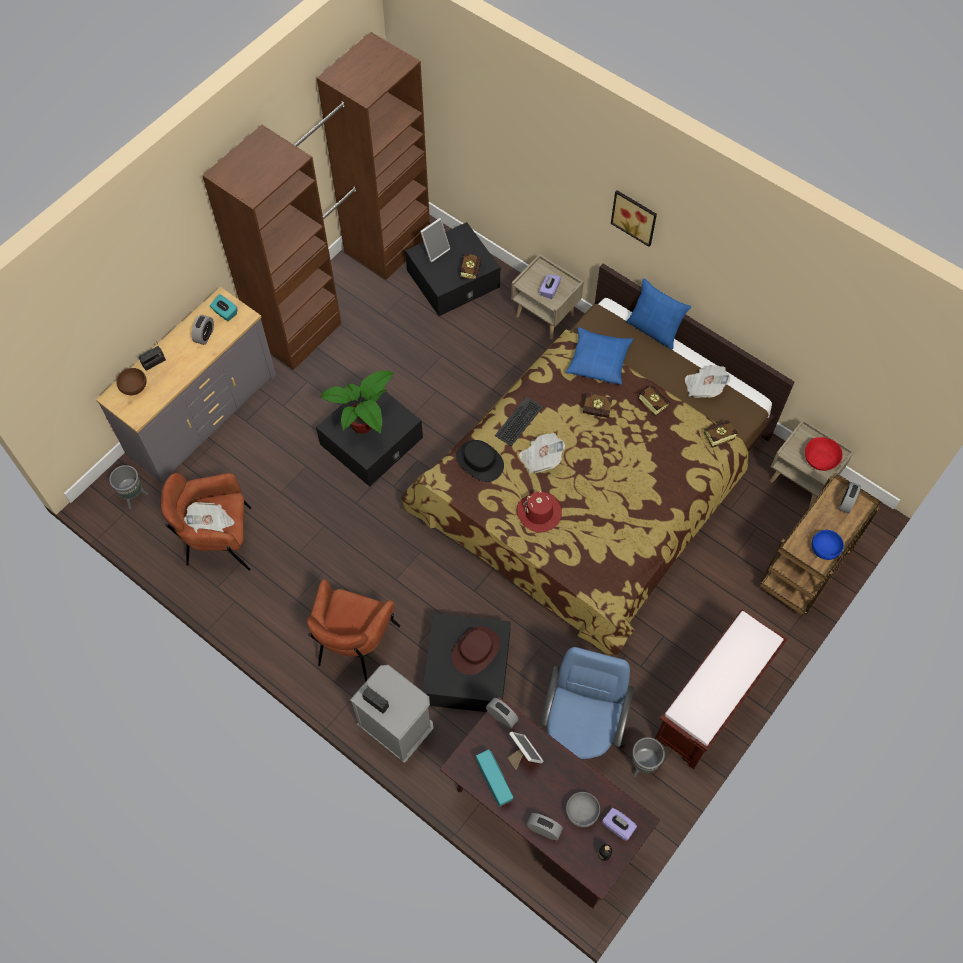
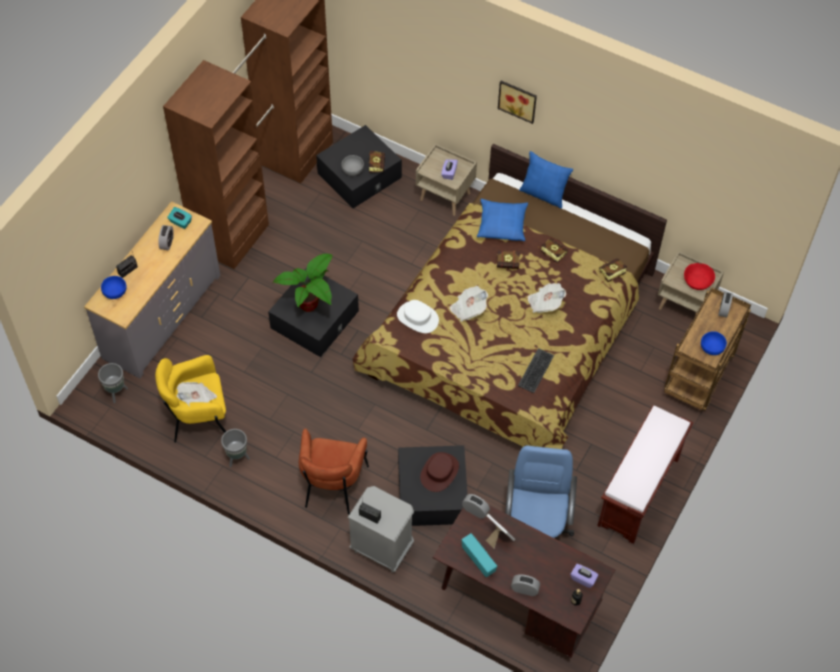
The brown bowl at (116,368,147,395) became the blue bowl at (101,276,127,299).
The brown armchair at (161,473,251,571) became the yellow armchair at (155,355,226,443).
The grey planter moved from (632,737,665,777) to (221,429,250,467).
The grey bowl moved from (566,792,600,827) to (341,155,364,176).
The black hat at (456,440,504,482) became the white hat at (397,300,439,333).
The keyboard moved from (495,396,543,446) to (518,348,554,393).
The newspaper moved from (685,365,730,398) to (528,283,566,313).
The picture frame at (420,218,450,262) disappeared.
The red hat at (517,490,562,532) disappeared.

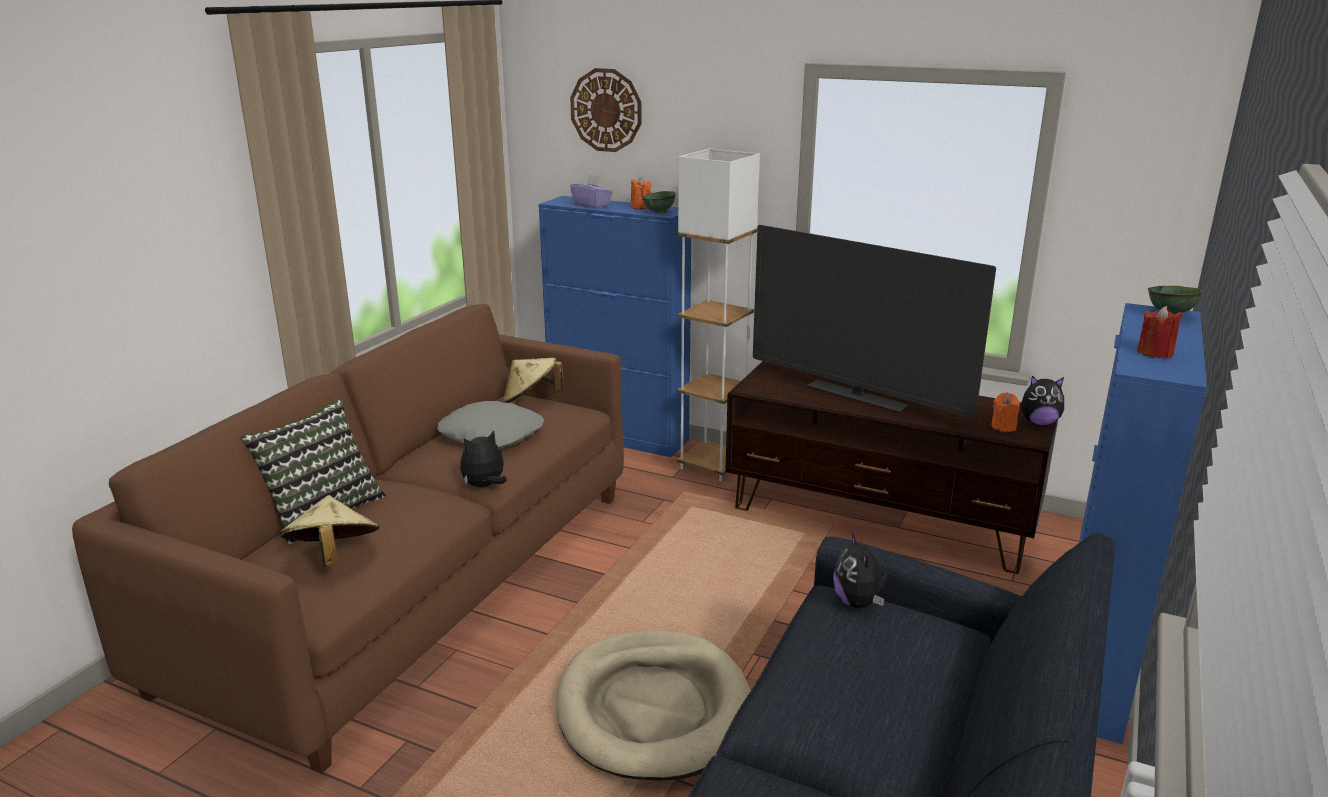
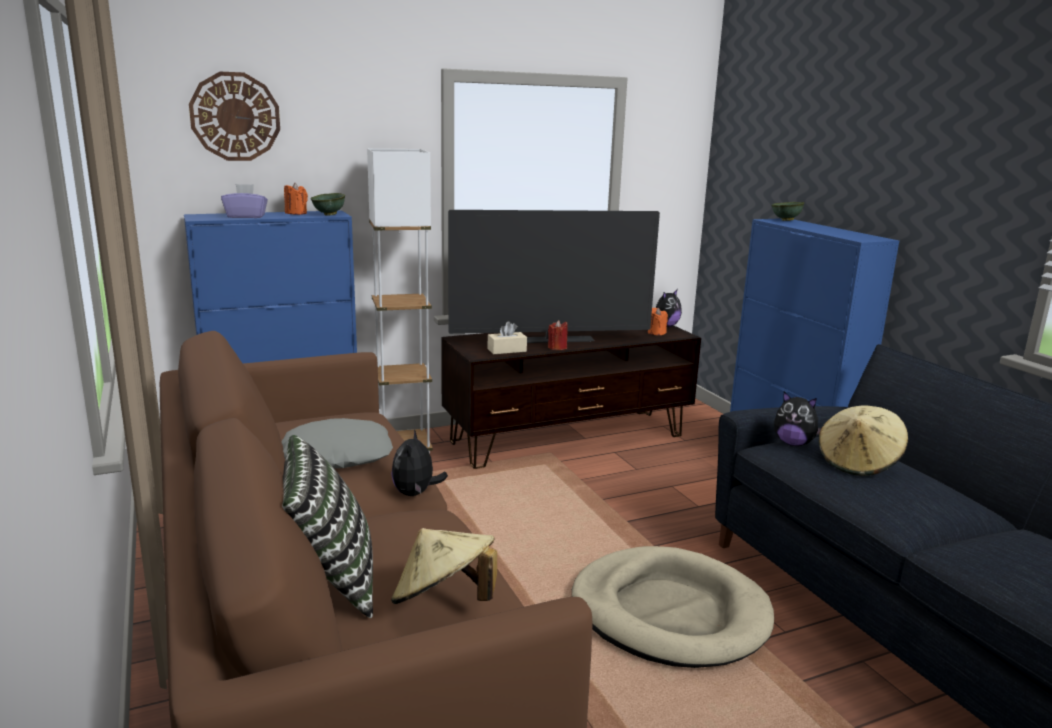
The beige tissue box at (488,321,527,354) appeared.
The red candle moved from (1137,306,1182,359) to (548,320,568,350).
The beige hat moved from (503,358,563,403) to (819,405,908,476).

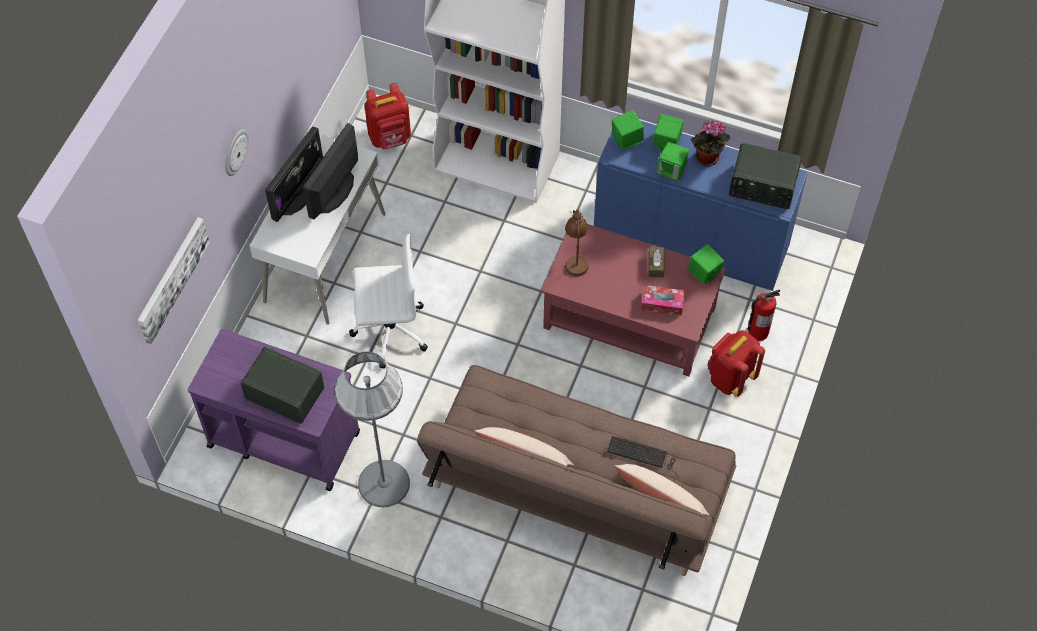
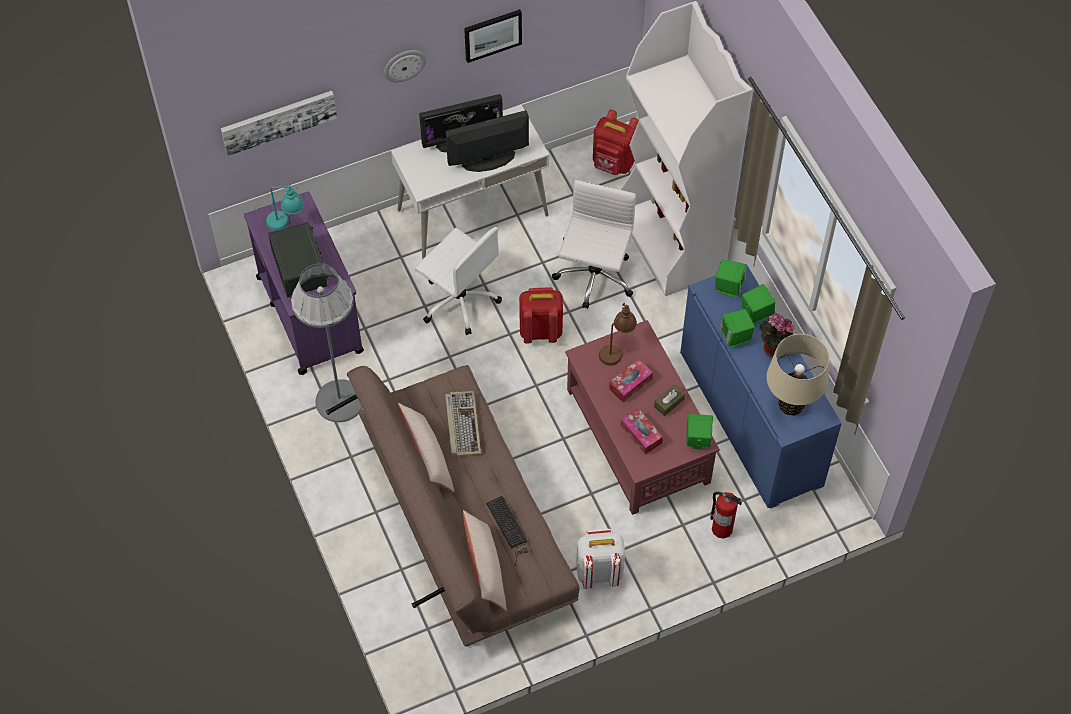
The turquoise table lamp at (266,183,304,231) appeared.
The keyboard at (445,391,481,456) appeared.
The picture at (464,9,522,63) appeared.
The red backpack moved from (707,330,765,397) to (519,287,563,344).
The white office chair at (552,180,636,309) appeared.
The white backpack at (576,529,625,589) appeared.
The tissue box at (609,359,653,402) appeared.
The radio at (729,143,802,209) was replaced by the beige table lamp at (766,334,829,416).

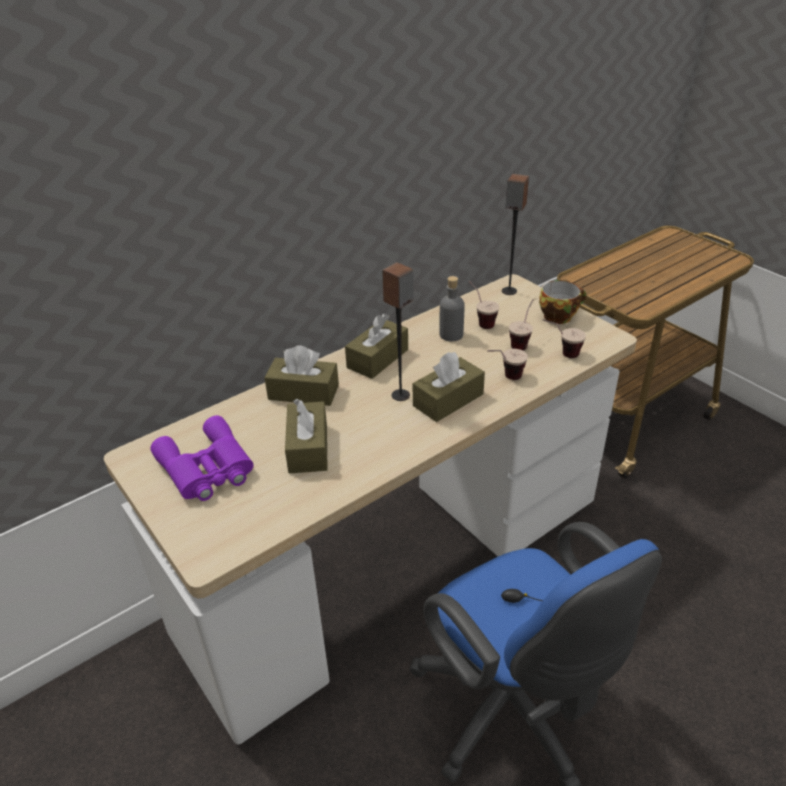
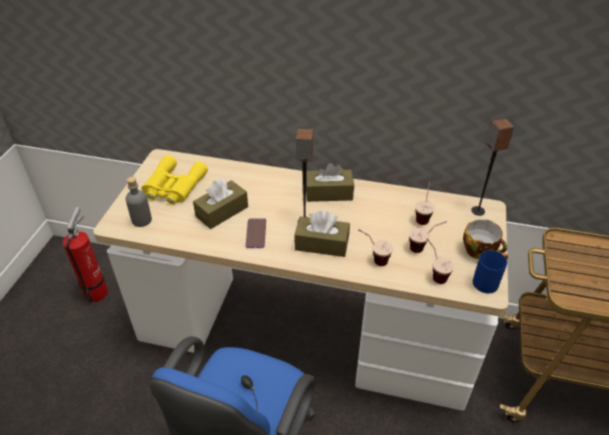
The fire extinguisher at (63,207,108,302) appeared.
The grey bottle moved from (439,276,465,341) to (126,177,152,227).
The purple binoculars at (150,415,254,501) became the yellow binoculars at (142,155,208,205).
The phone at (245,218,266,248) appeared.
The blue mug at (473,250,508,293) appeared.
The brown tissue box at (264,345,339,406) disappeared.

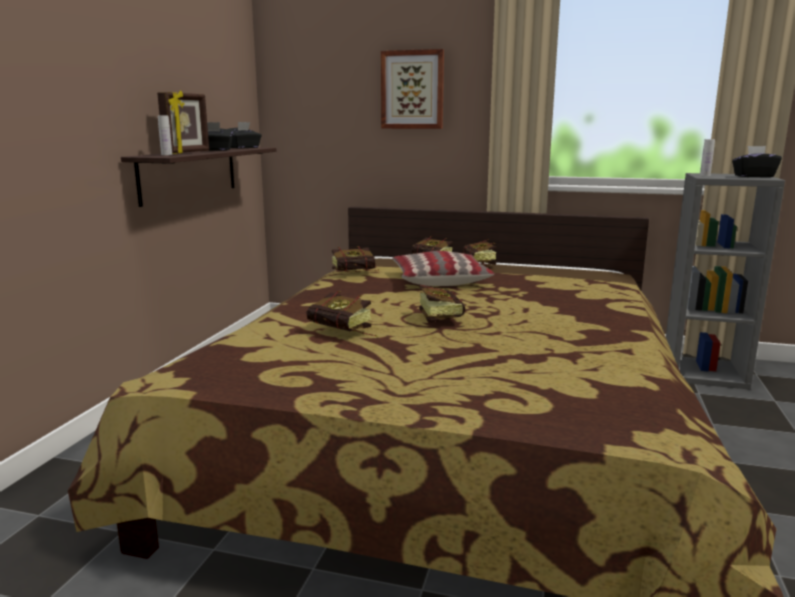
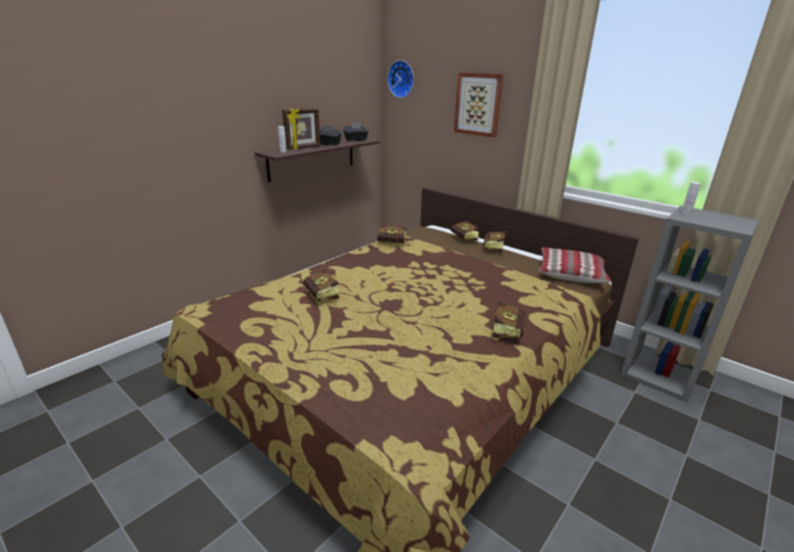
The wall clock at (387,60,414,98) appeared.
The book moved from (419,285,465,323) to (492,302,525,339).
The pillow moved from (392,251,494,286) to (538,247,611,283).
The black tissue box at (732,146,782,177) disappeared.

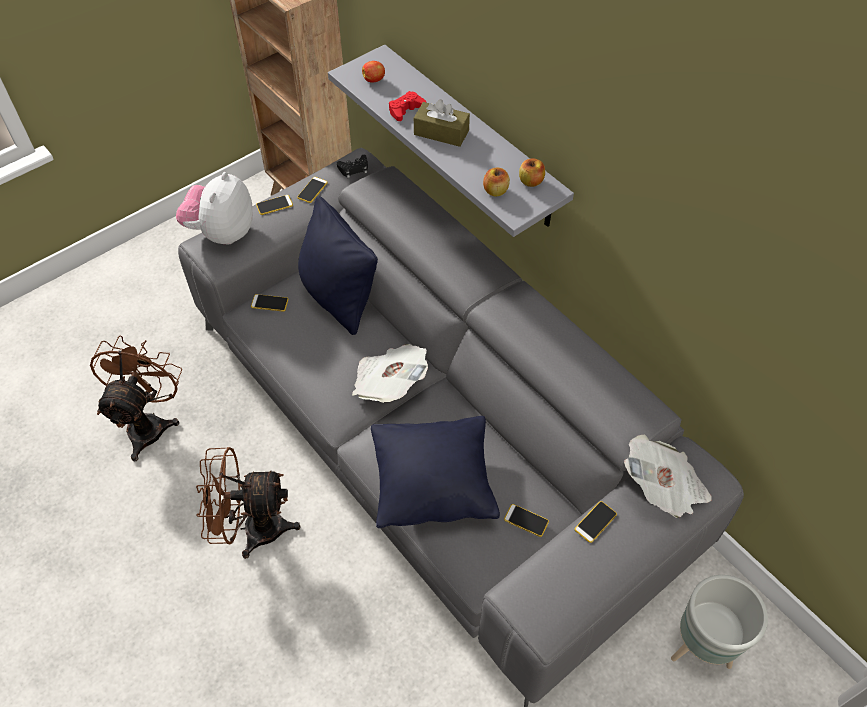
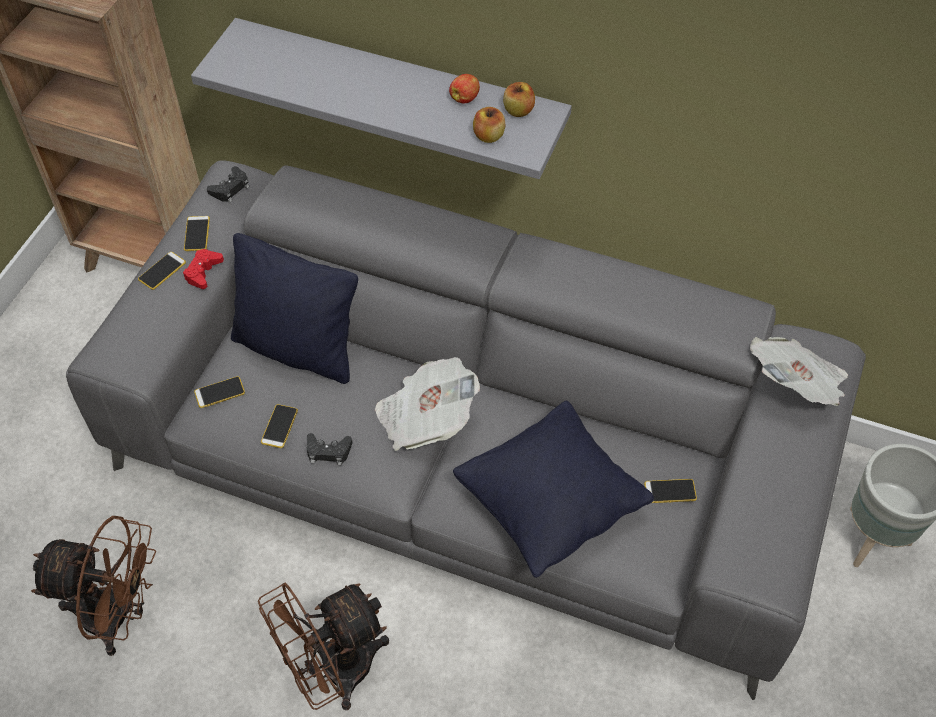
The brown fan at (90,335,182,461) turned 120 degrees clockwise.
The red game controller moved from (389,91,426,121) to (183,249,224,289).
The phone moved from (575,501,617,543) to (261,404,298,448).
The black game controller at (307,433,352,465) appeared.
The apple moved from (362,61,385,83) to (449,74,480,104).
The plush toy at (176,172,253,245) disappeared.
The brown tissue box at (414,99,470,147) disappeared.

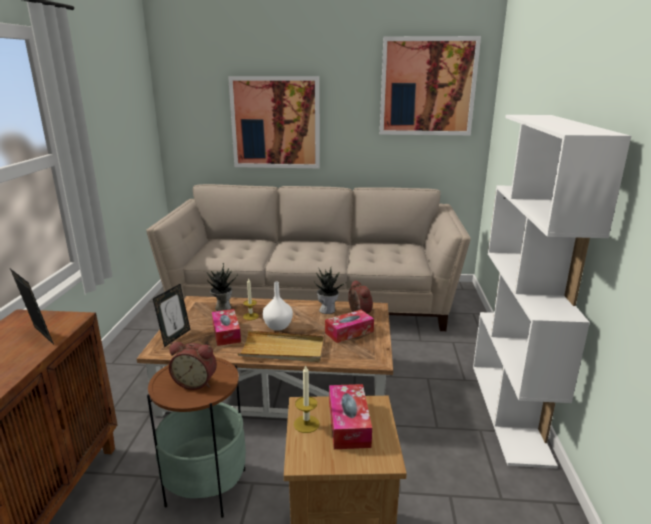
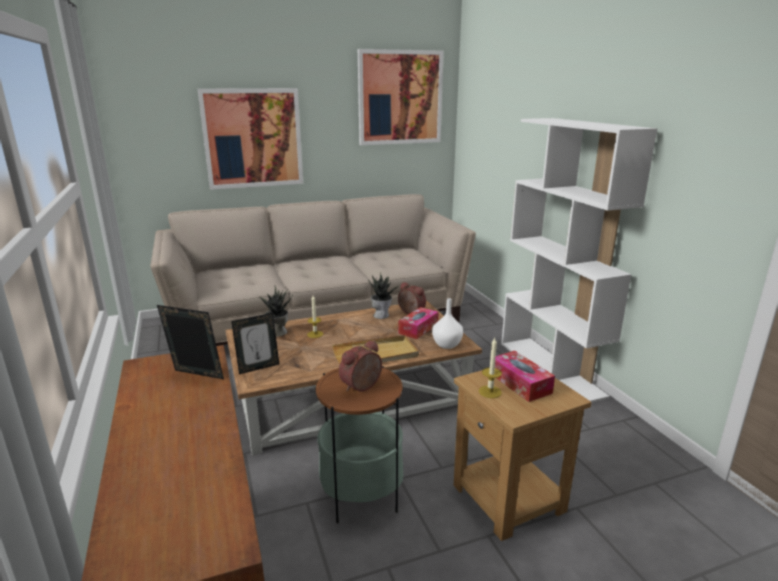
The picture frame at (153,284,190,347) turned 60 degrees clockwise.
The alarm clock at (169,342,217,390) turned 150 degrees clockwise.
The white vase moved from (263,282,293,331) to (432,298,463,349).
The tissue box at (212,309,241,346) disappeared.

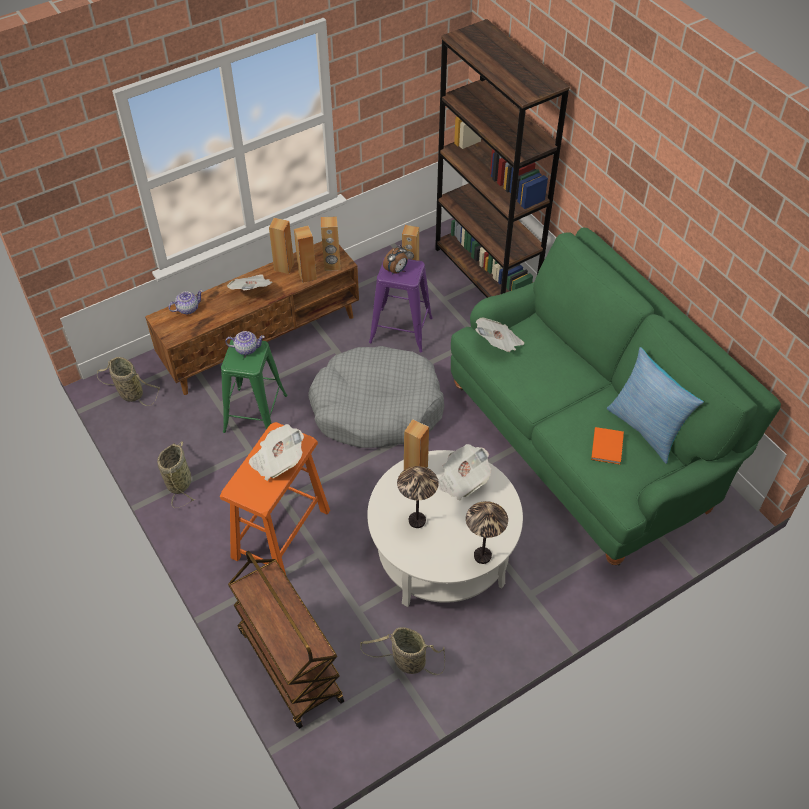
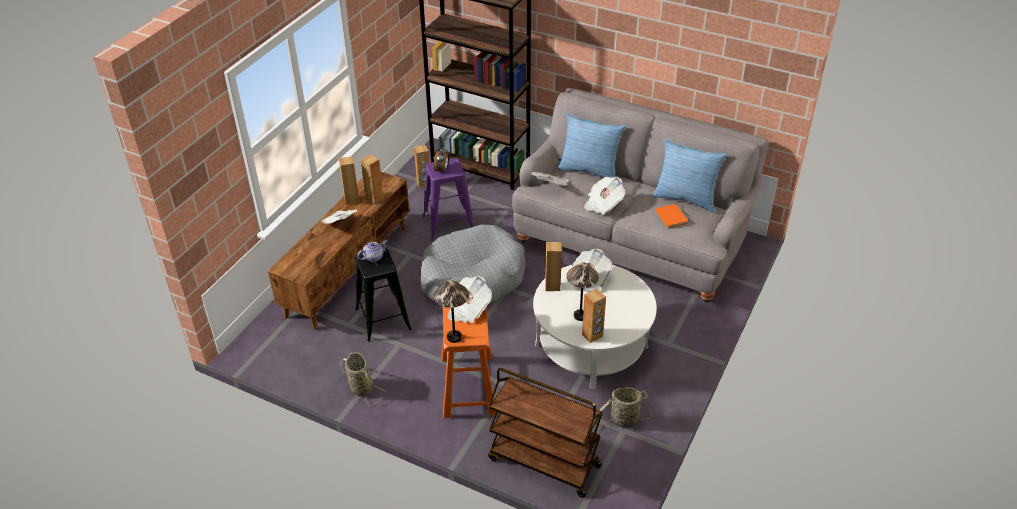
The green stool at (221,339,287,433) became the black stool at (356,248,412,342).
The table lamp moved from (466,501,508,564) to (434,280,469,343).
The green sofa at (451,228,781,566) became the grey sofa at (512,88,769,303).
The pillow at (558,113,626,178) appeared.
The brown speaker moved from (321,216,340,271) to (582,289,606,343).
The newspaper at (584,177,625,215) appeared.
The basket at (97,357,160,406) disappeared.
The teapot at (168,290,203,314) disappeared.

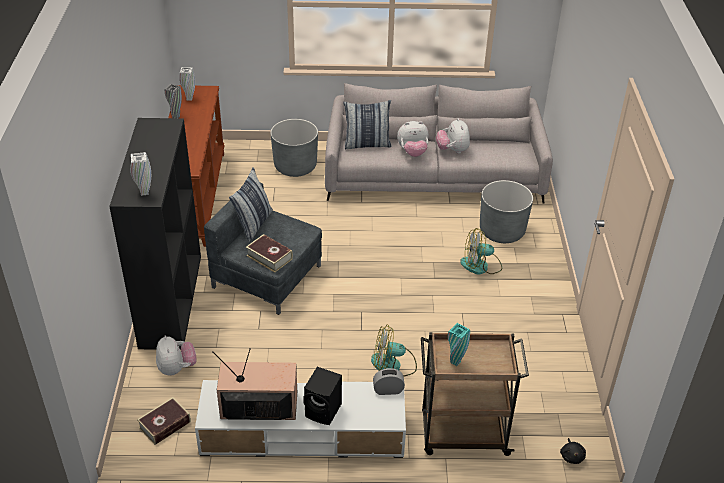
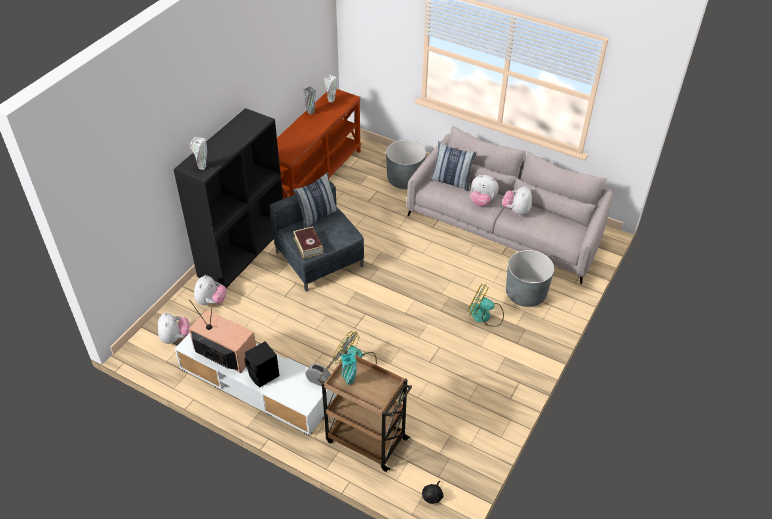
The book at (137,397,191,445) was replaced by the plush toy at (158,312,190,344).

